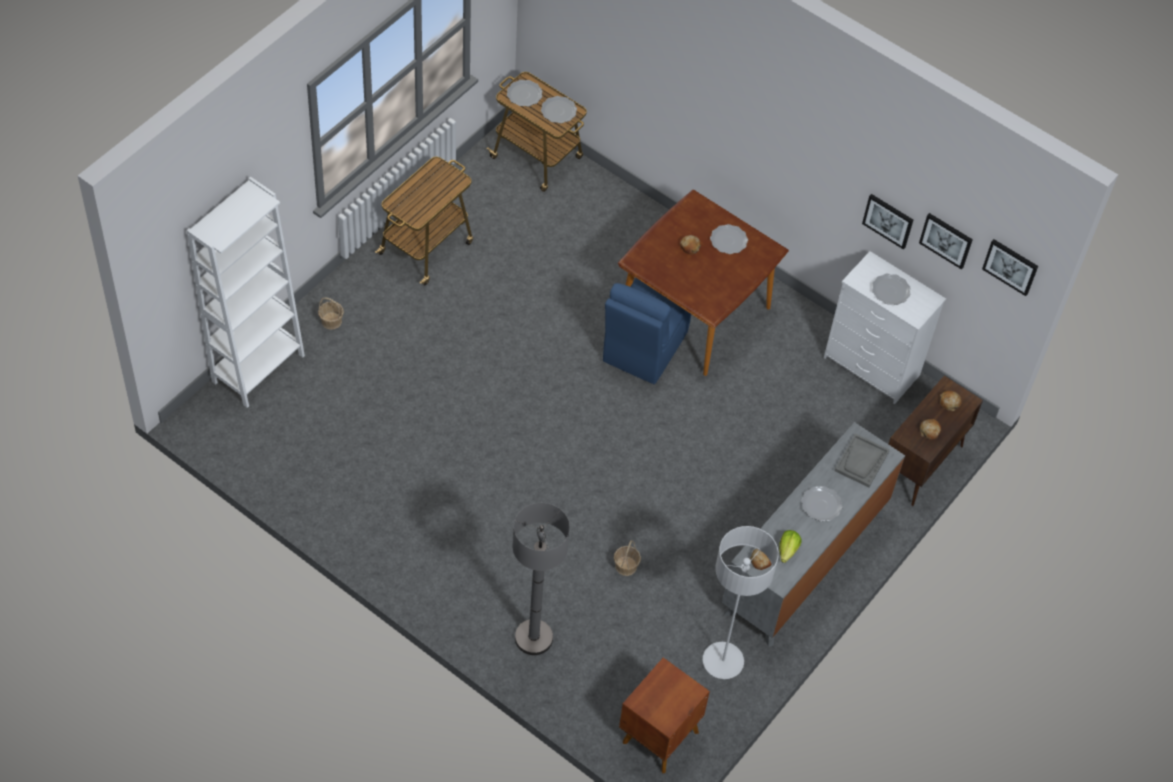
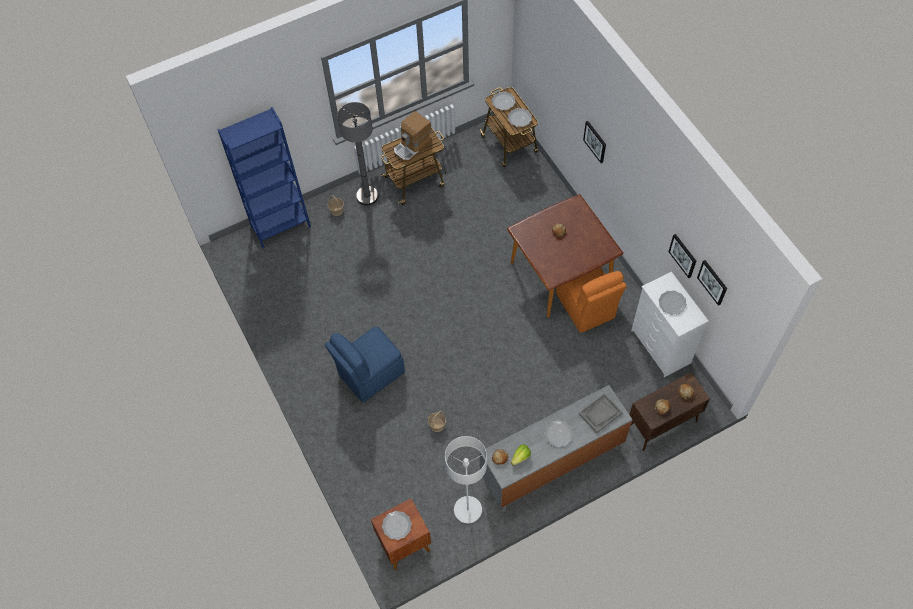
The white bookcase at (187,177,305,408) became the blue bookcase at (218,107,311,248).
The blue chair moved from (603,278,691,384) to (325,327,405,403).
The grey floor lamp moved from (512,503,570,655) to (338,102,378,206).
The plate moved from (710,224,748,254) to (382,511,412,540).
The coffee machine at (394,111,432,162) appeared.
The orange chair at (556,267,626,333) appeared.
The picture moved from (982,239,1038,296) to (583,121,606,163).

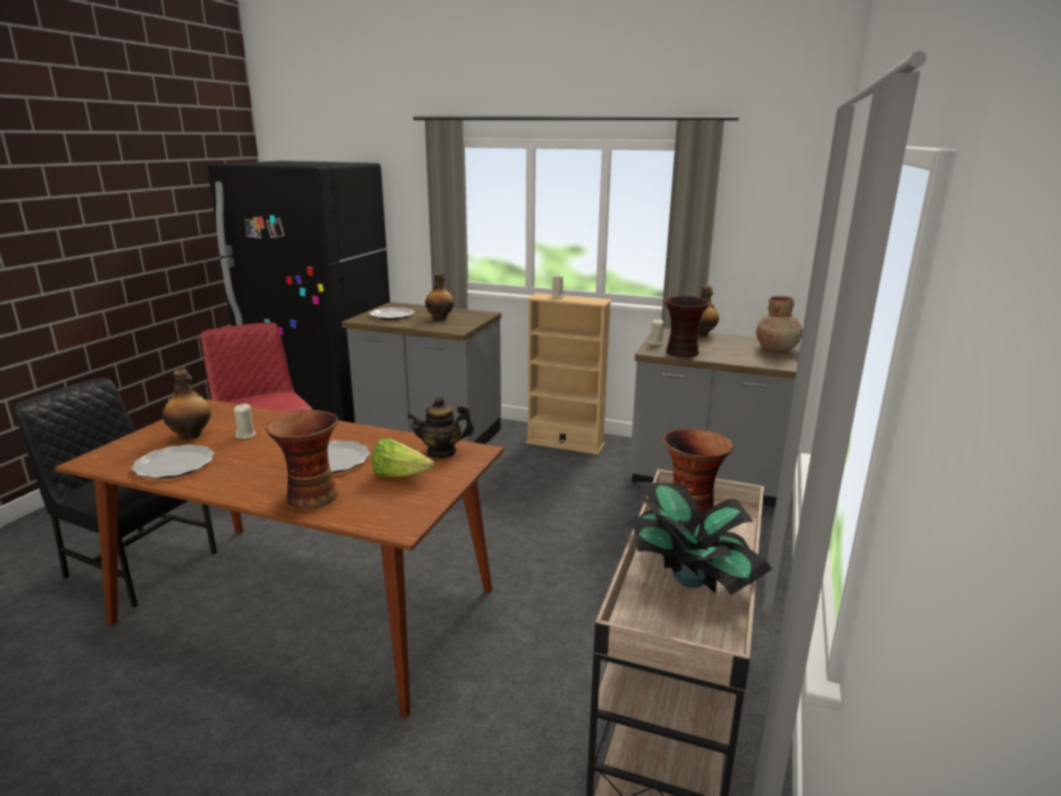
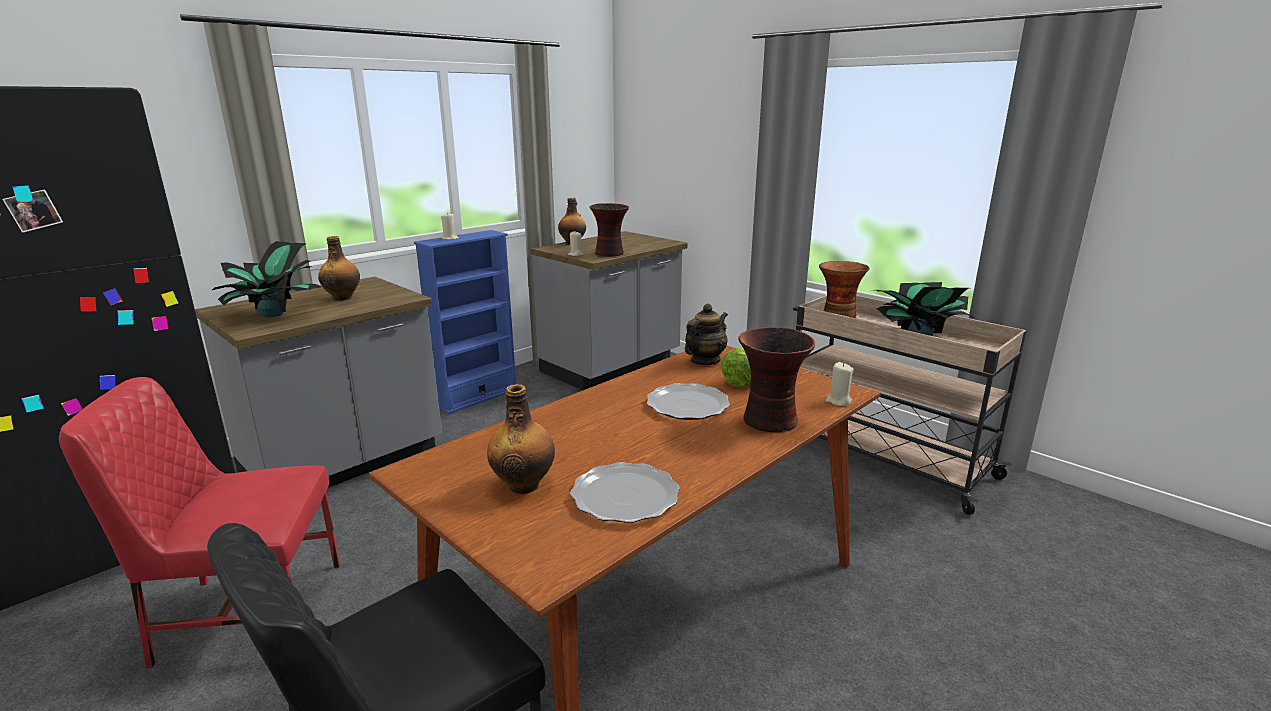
The plate at (370,307,415,320) was replaced by the potted plant at (212,241,322,317).
The beige bookcase at (526,293,612,455) became the blue bookcase at (414,230,516,414).
The teapot at (407,397,474,458) turned 150 degrees counterclockwise.
The beige candle moved from (234,404,257,439) to (825,362,854,406).
The brown vase at (756,296,803,351) disappeared.

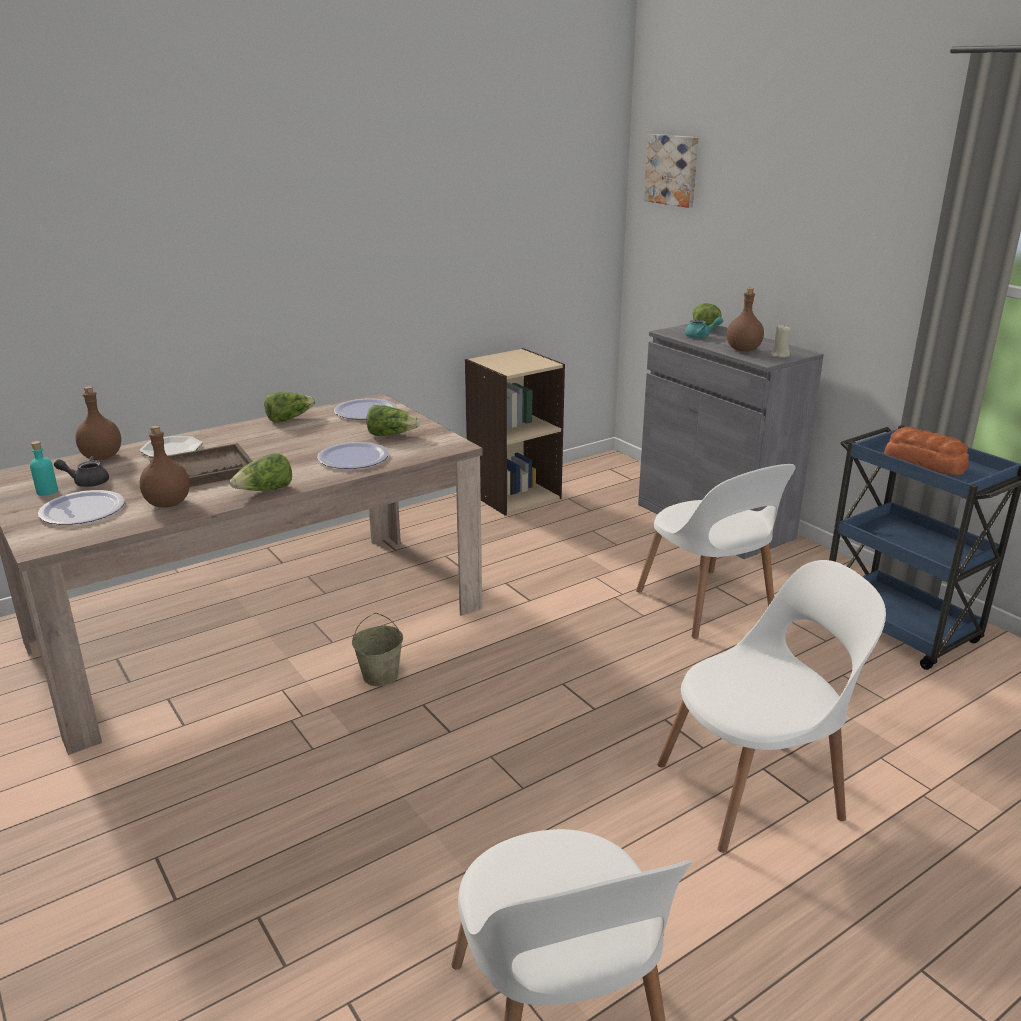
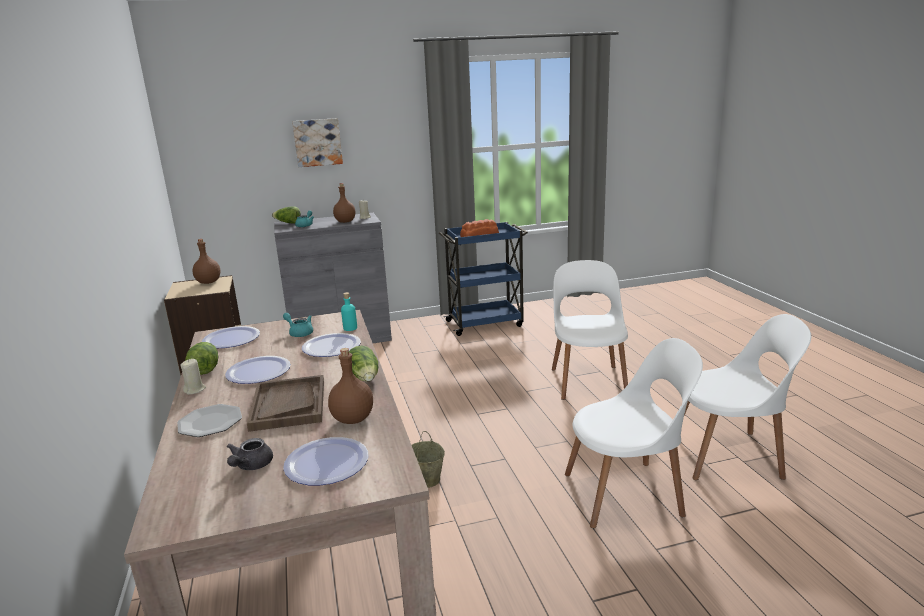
The beige candle at (180,359,206,395) appeared.
The brown bottle moved from (75,386,121,460) to (193,239,220,284).
The plate at (225,356,291,384) appeared.
The lettuce at (366,405,420,436) was replaced by the turquoise teapot at (283,313,313,337).
The picture moved from (644,134,699,208) to (292,118,343,167).
The turquoise bottle moved from (30,441,58,496) to (341,292,357,331).
The white chair moved from (636,464,796,639) to (565,338,703,528).

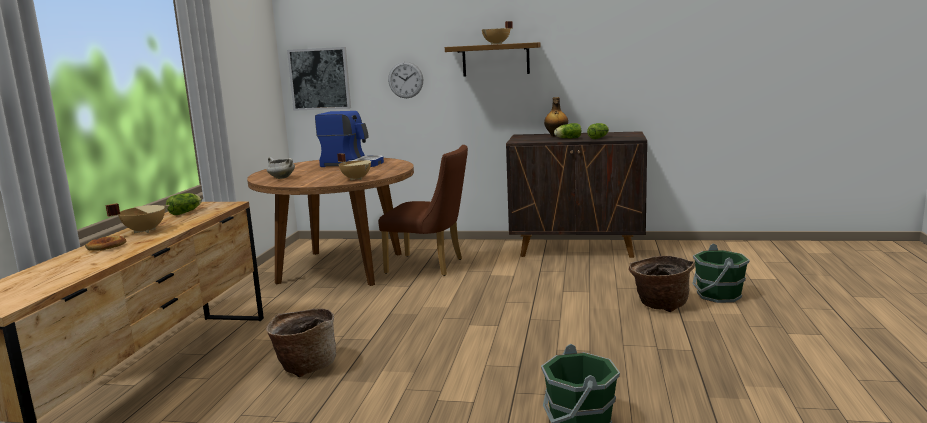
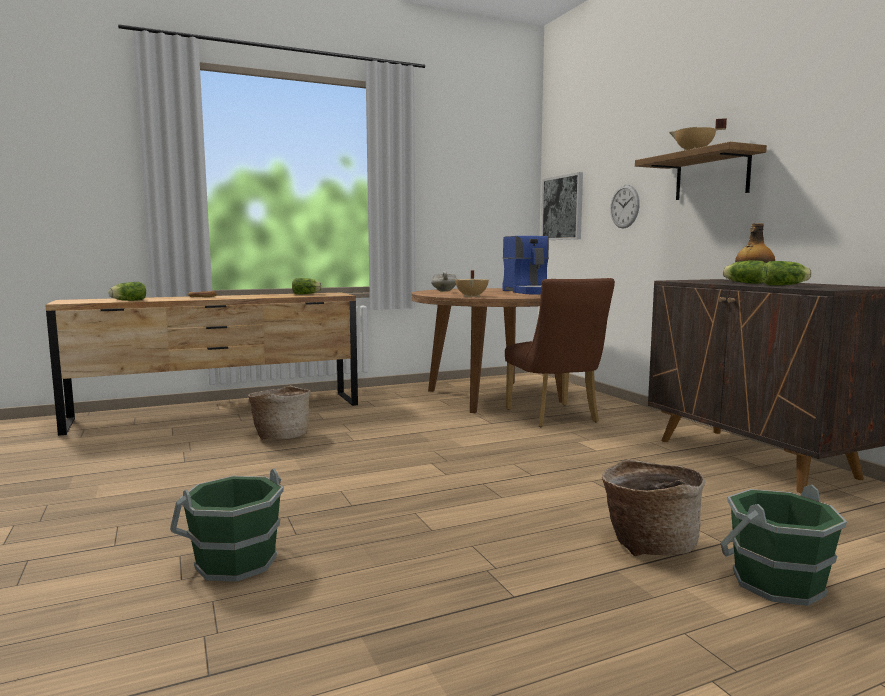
The lettuce at (108,282,146,301) appeared.
The beige cooking pot at (106,203,169,233) disappeared.

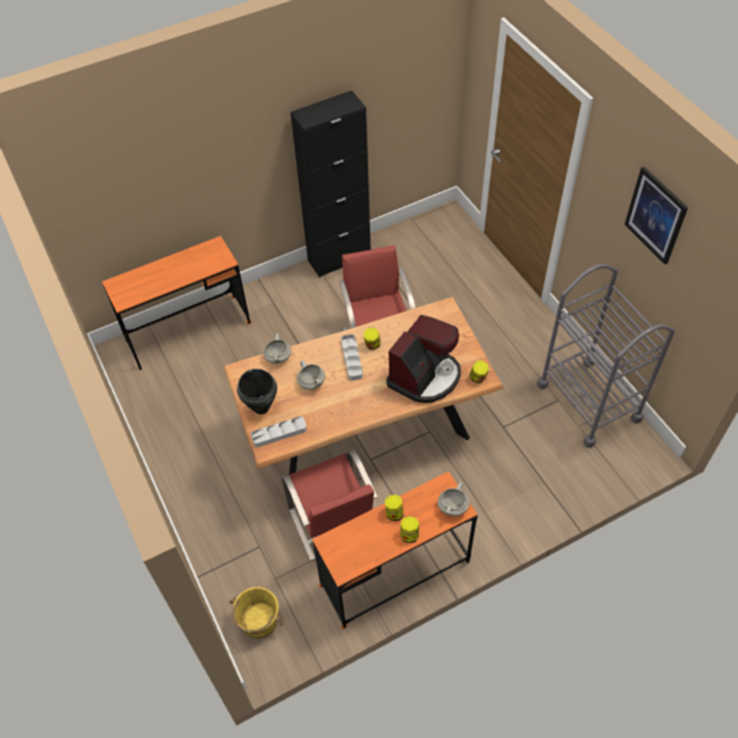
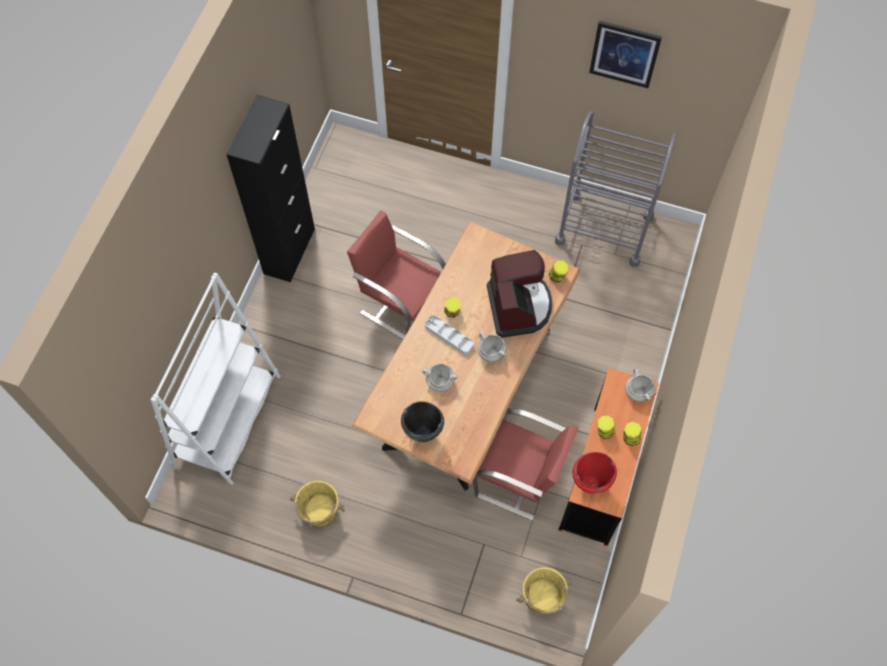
The orange desk at (102,236,252,370) was replaced by the white bookcase at (151,273,281,485).
The yellow bucket at (290,481,345,527) appeared.
The white cooking pot moved from (263,333,292,364) to (478,332,506,362).
The red cooking pot at (573,452,617,494) appeared.
The grey tray at (251,417,307,447) disappeared.

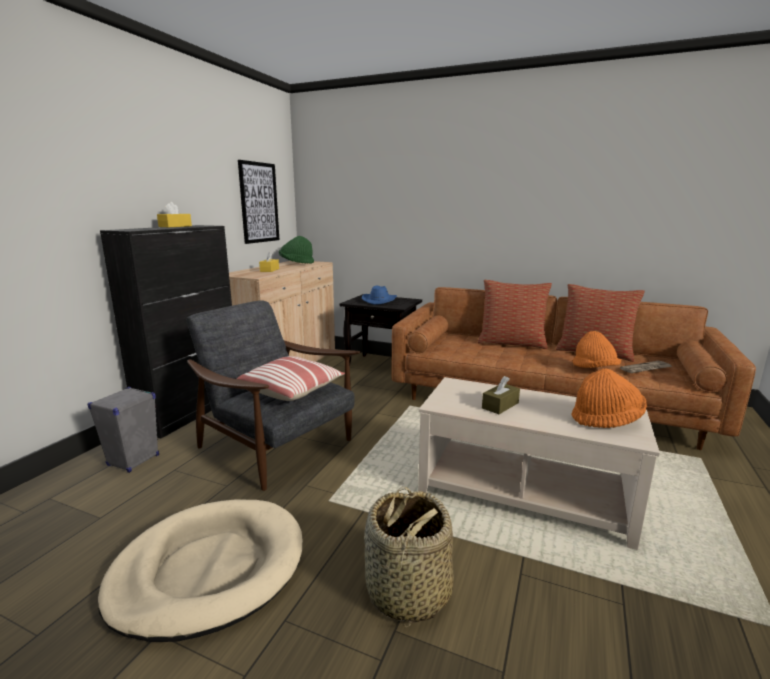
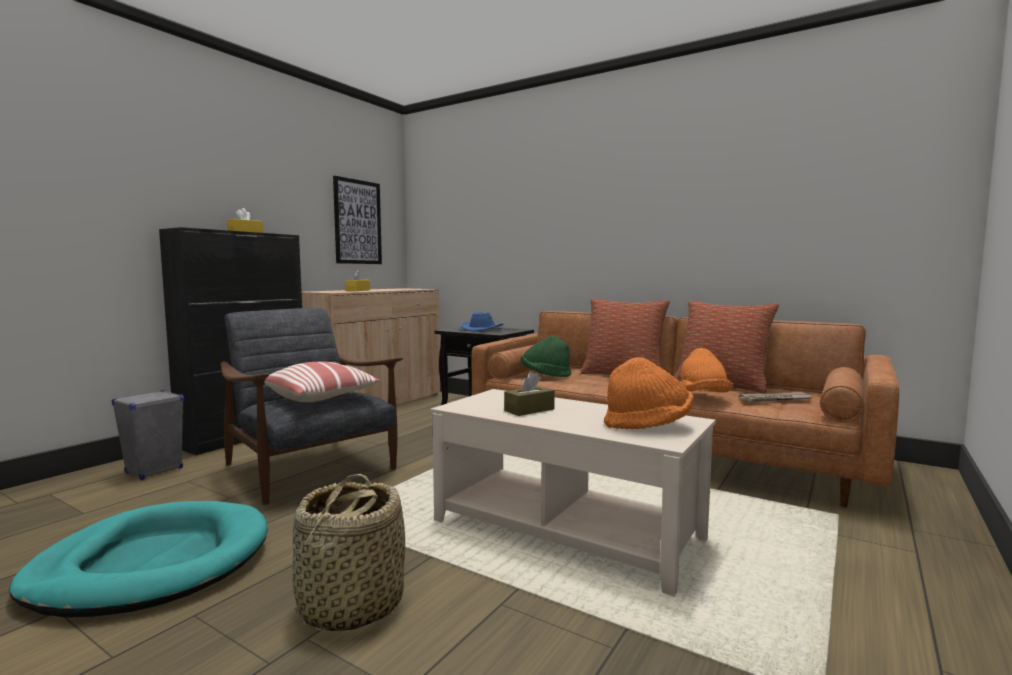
The beige dog bed at (98,500,303,642) became the turquoise dog bed at (9,501,268,618).
The green hat moved from (279,236,314,264) to (520,336,571,377).

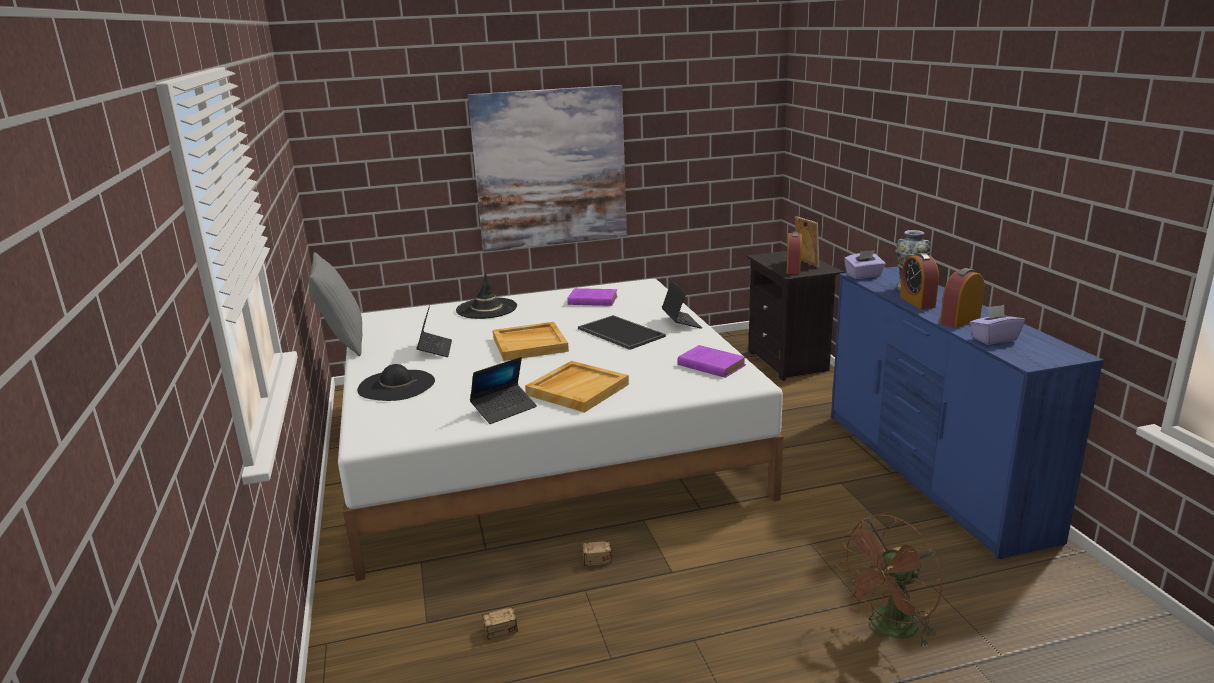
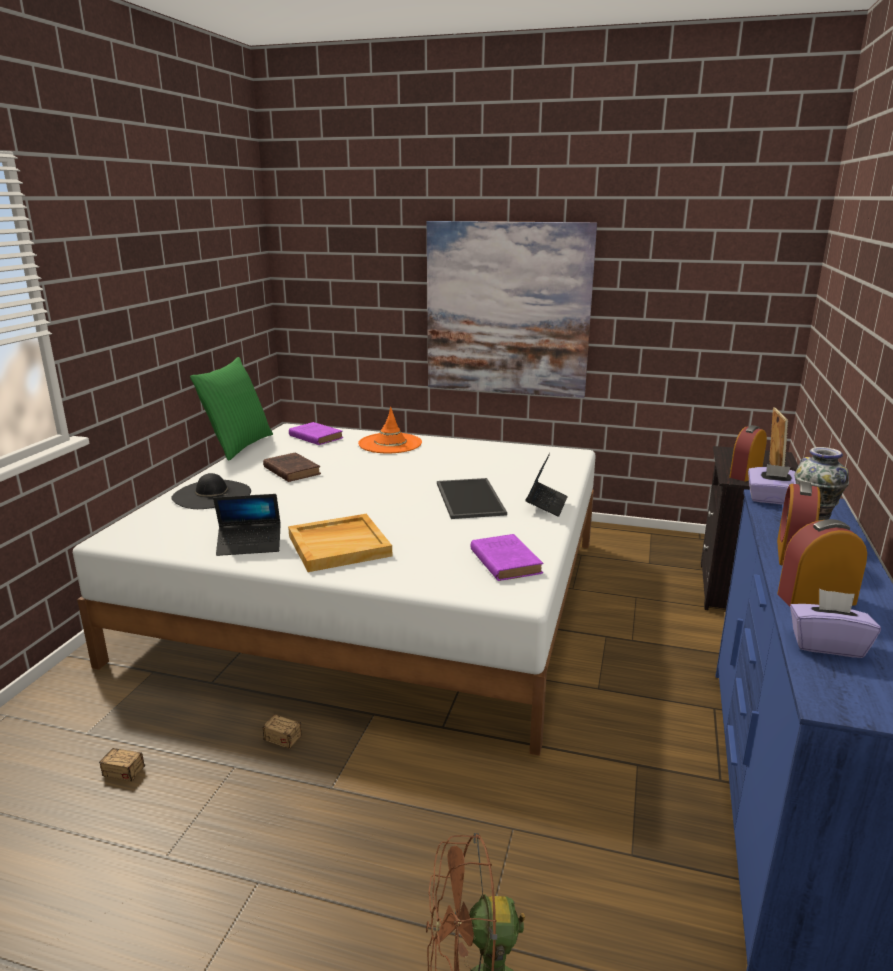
The grey pillow at (309,252,362,356) became the green pillow at (190,357,273,461).
The laptop at (416,305,452,357) was replaced by the brown book at (263,452,321,482).
The purple book moved from (567,288,618,306) to (289,422,343,445).
The black hat at (456,273,517,319) became the orange hat at (358,407,422,453).
The beige tray at (493,322,569,361) disappeared.

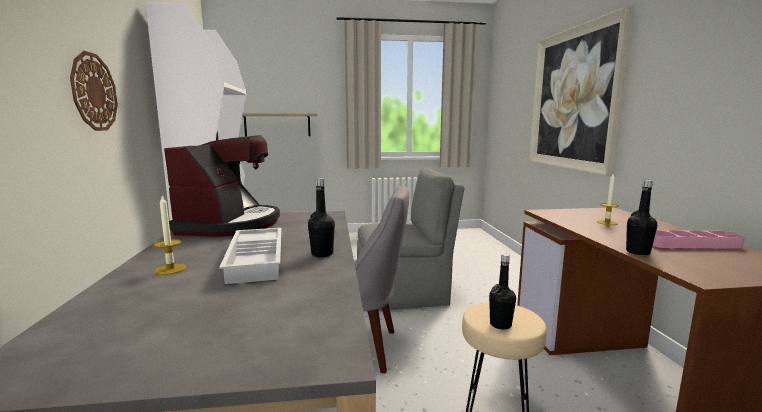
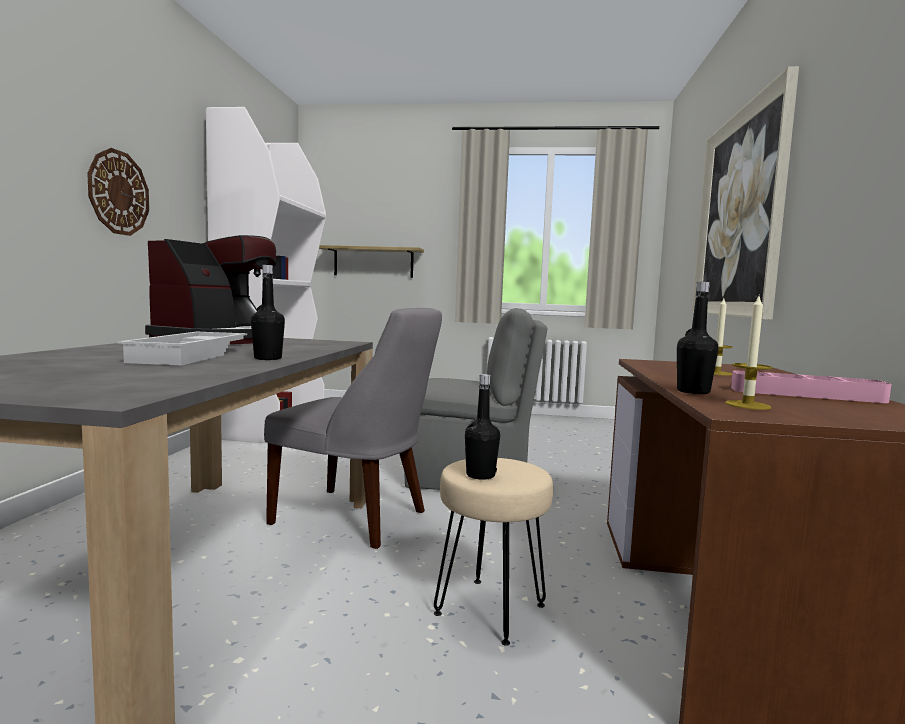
The candle moved from (154,195,187,275) to (725,296,772,410).

